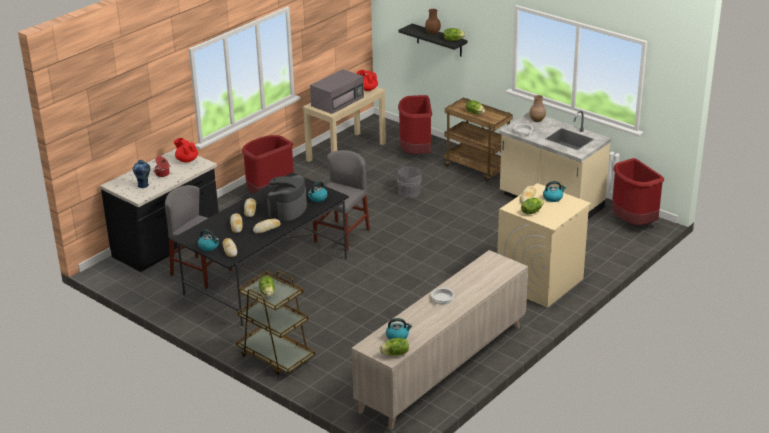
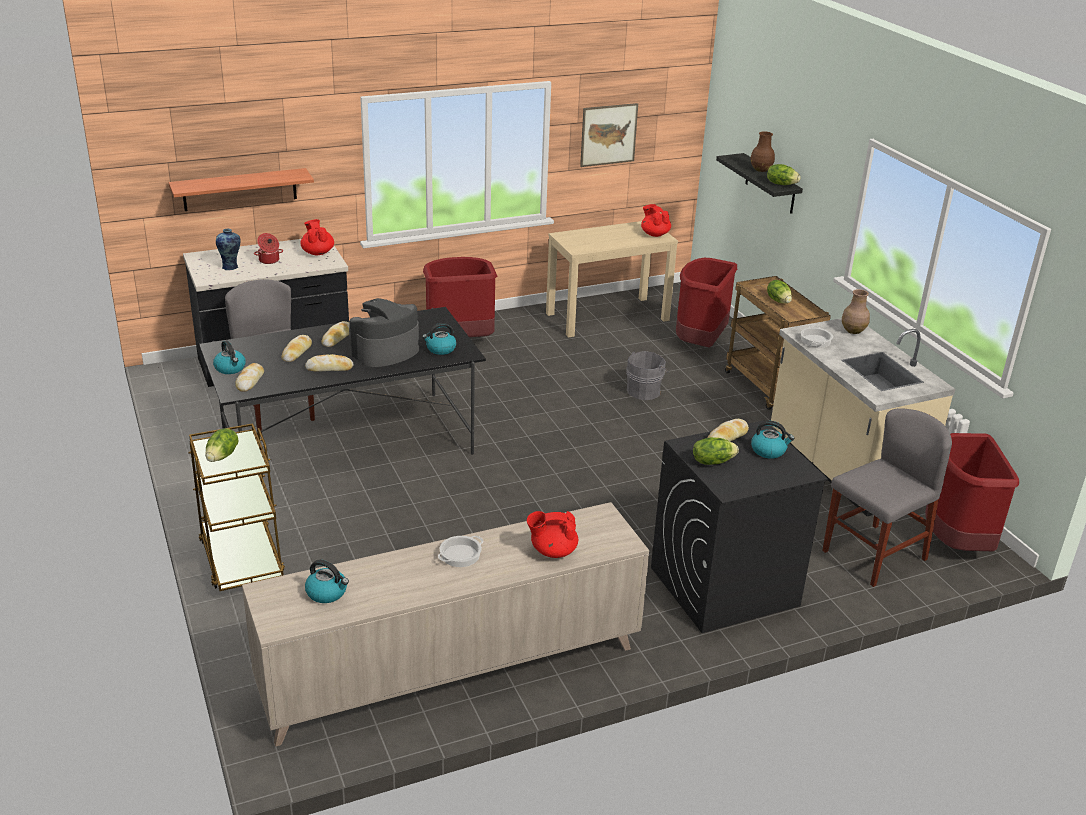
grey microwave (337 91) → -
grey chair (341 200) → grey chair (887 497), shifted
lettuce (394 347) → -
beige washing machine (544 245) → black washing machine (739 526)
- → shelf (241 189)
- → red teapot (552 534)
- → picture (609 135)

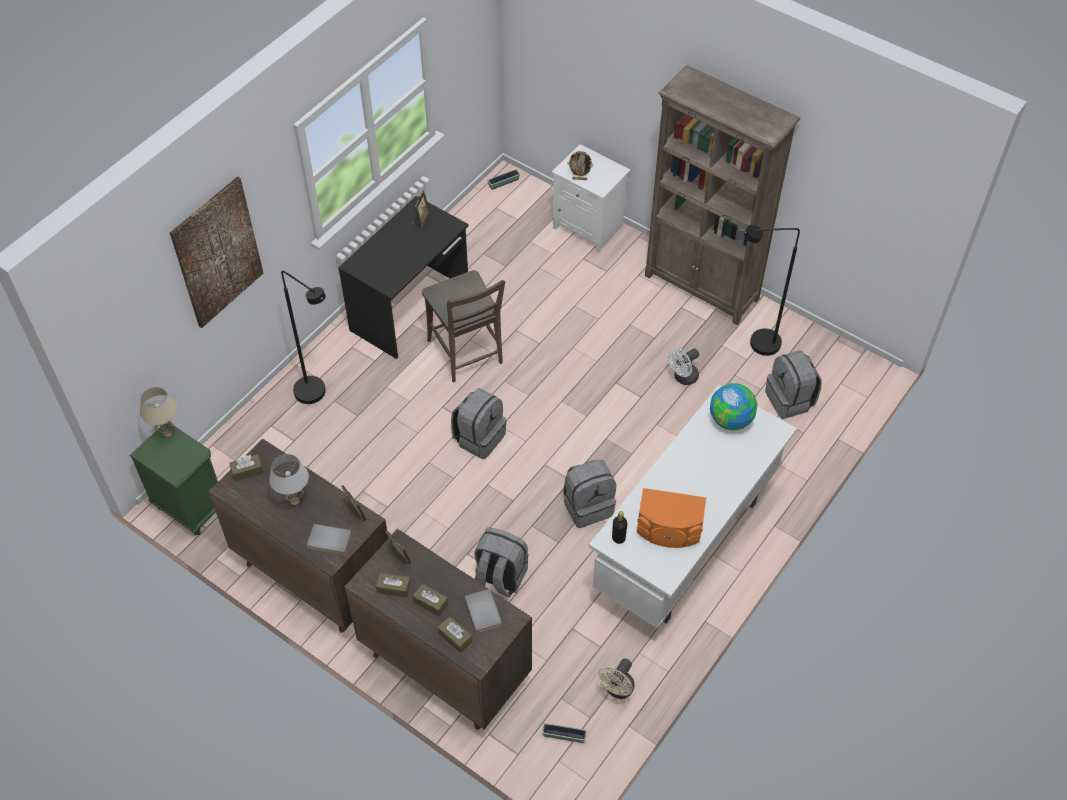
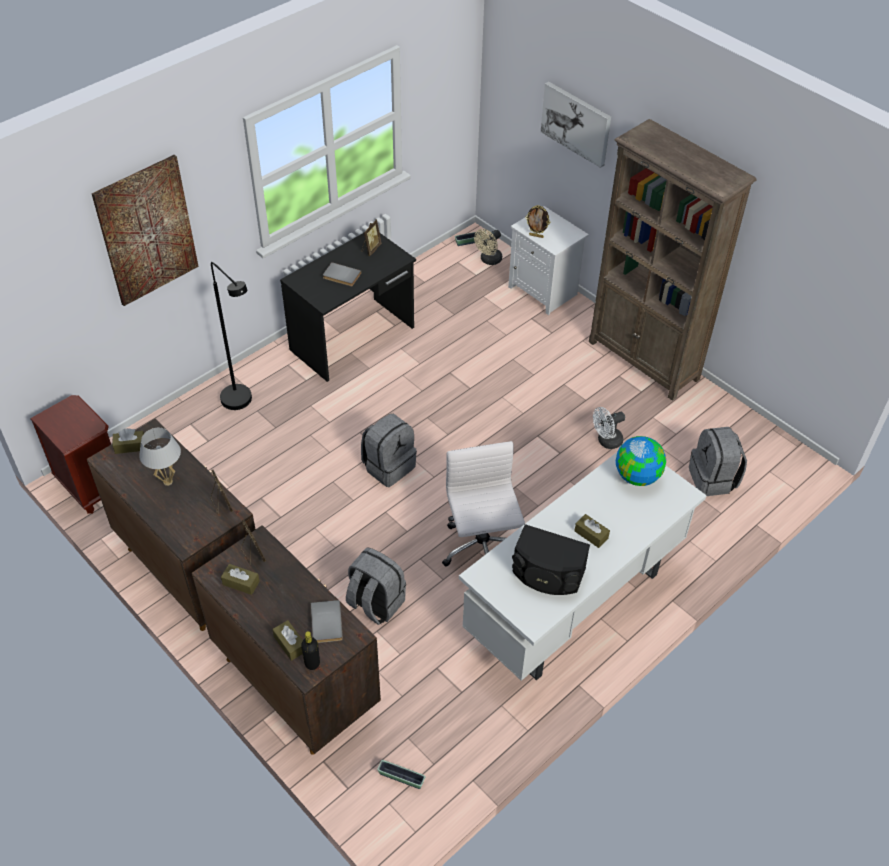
green nightstand (173 479) → brown nightstand (70 454)
beige table lamp (158 412) → -
grey book (329 539) → grey book (342 274), shifted
brown tissue box (430 600) → brown tissue box (592 531), shifted
brown chair (463 326) → -
grey backpack (589 494) → white office chair (483 504)
beige fan (616 679) → beige fan (488 247), shifted
black bottle (619 527) → black bottle (310 650), shifted
orange speaker (671 518) → black speaker (551 559)
black floor lamp (772 290) → -
- → picture (576 125)

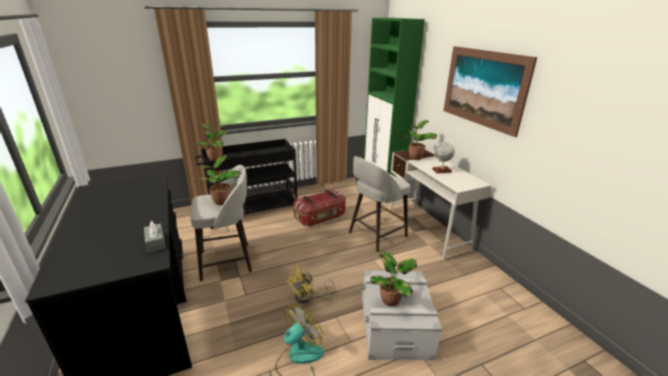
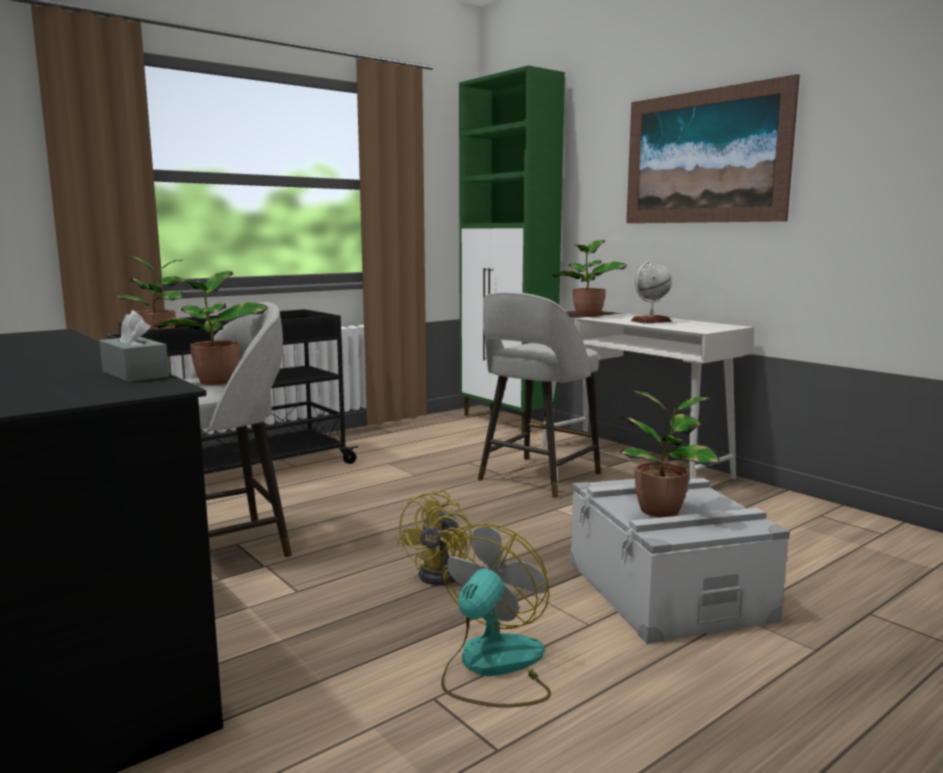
storage box (319 208) → -

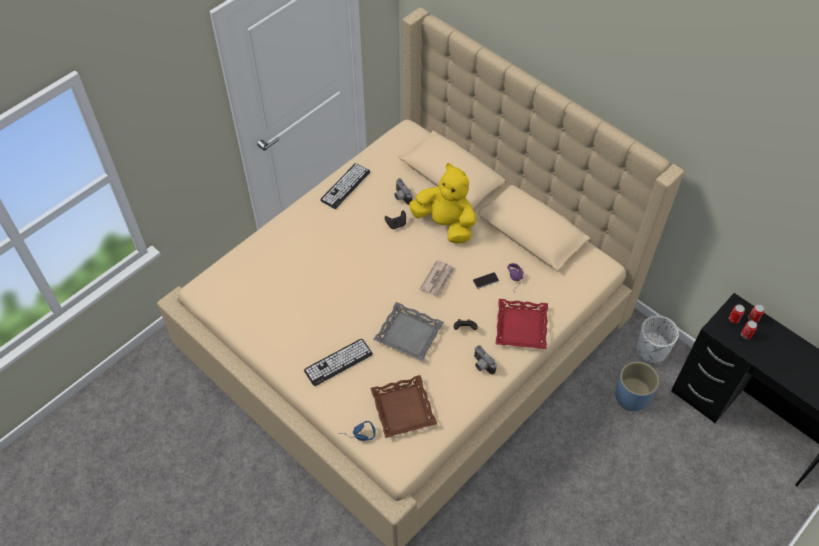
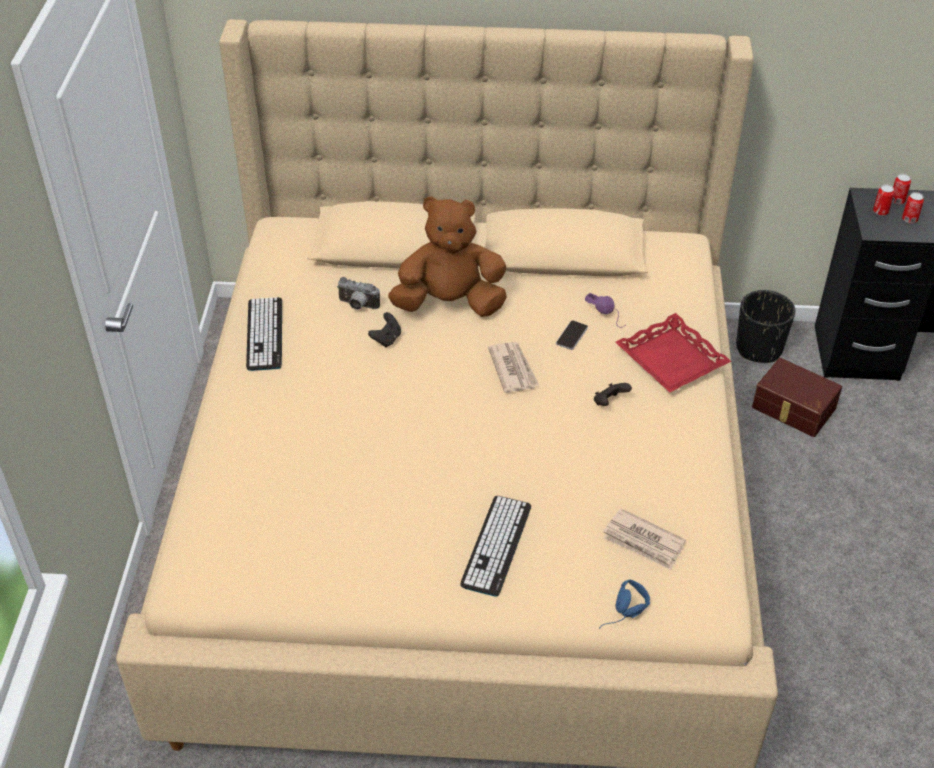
brown tray (403 406) → newspaper (644 539)
grey tray (408 331) → -
yellow plush toy (442 203) → brown plush toy (447 256)
photo camera (485 360) → -
blue planter (637 386) → brown storage box (797 397)
white planter (657 339) → black planter (765 326)

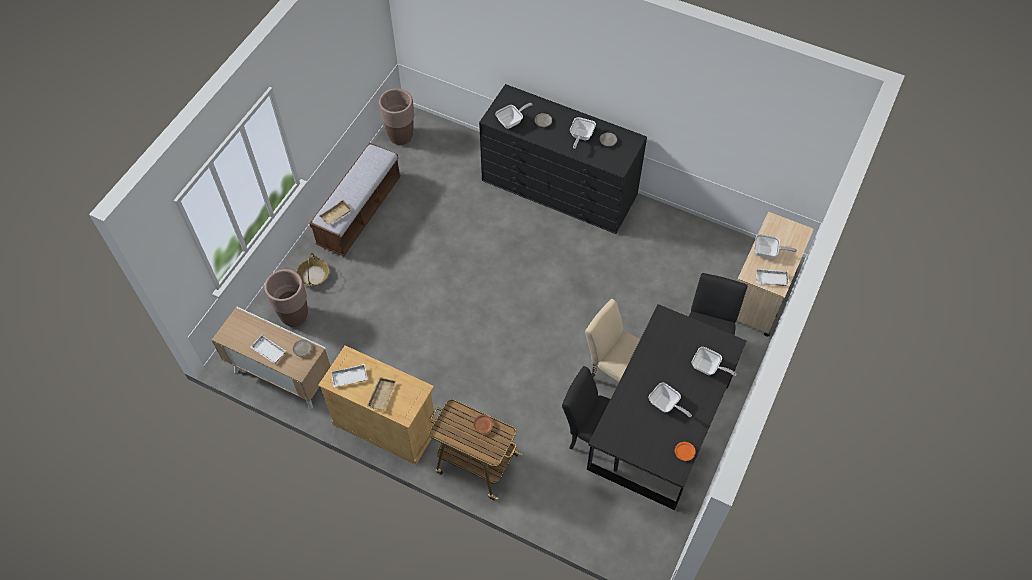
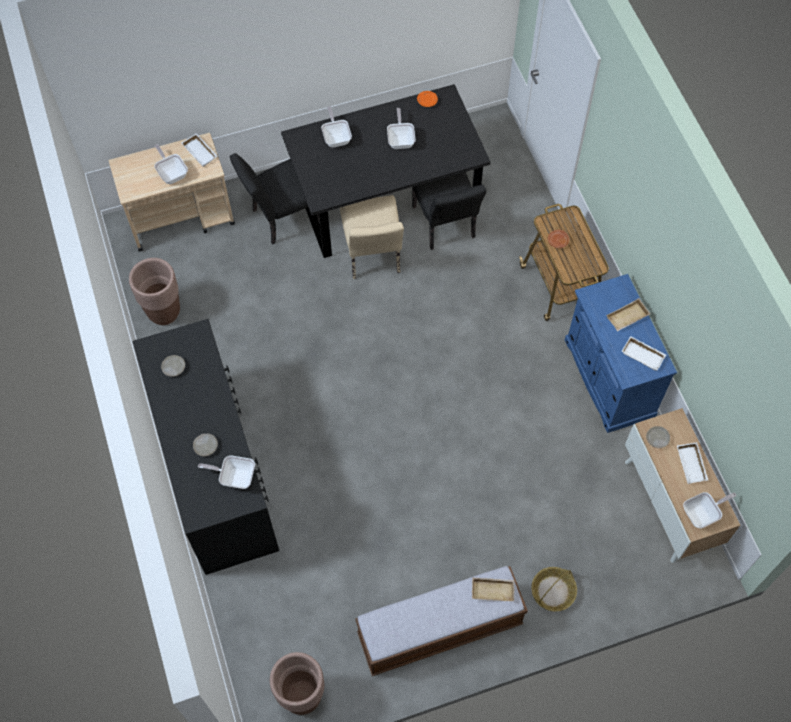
brown planter (286 298) → brown planter (154 291), shifted
beige cabinet (378 405) → blue cabinet (621 353)
frying pan (583 133) → frying pan (710 510), shifted

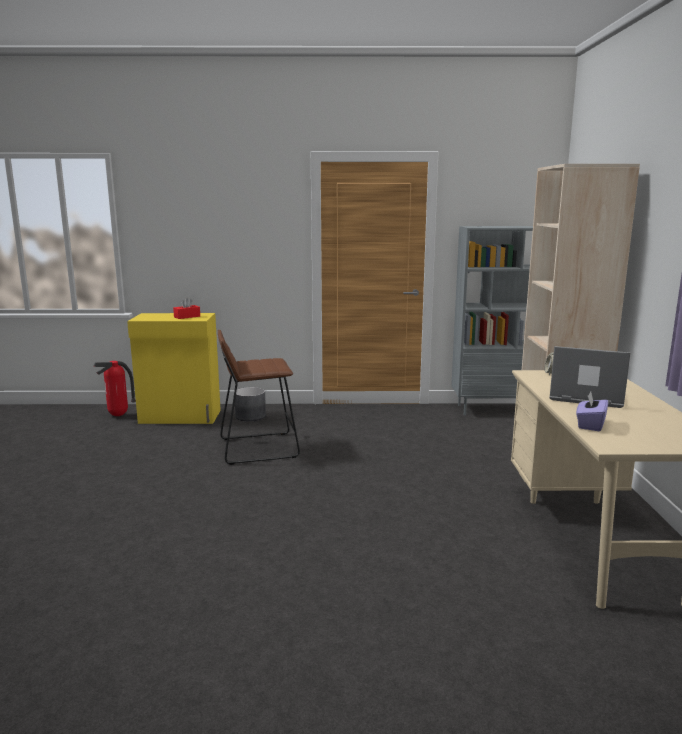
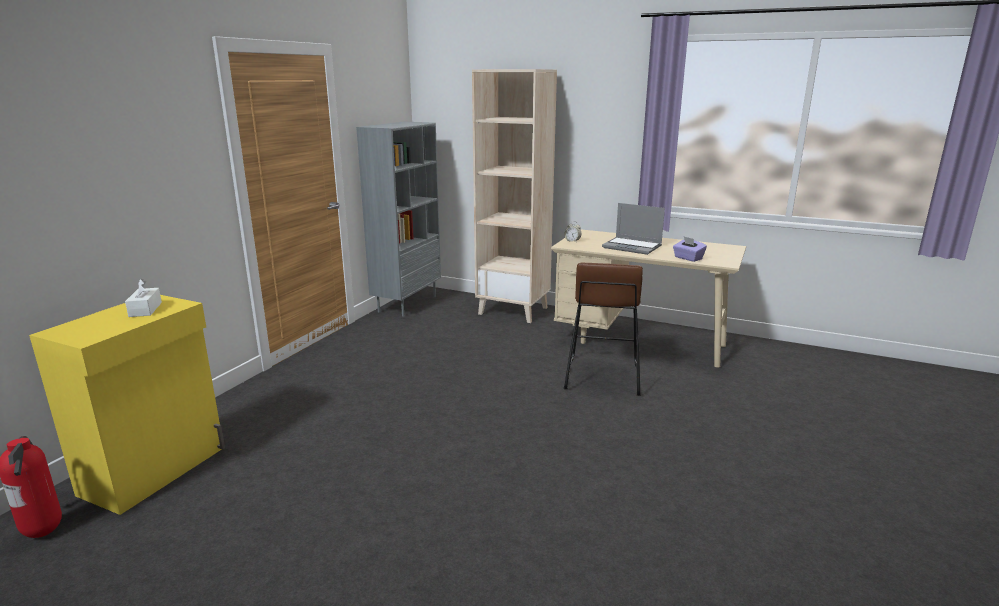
red tissue box (186 308) → white tissue box (143 298)
brown stool (259 397) → brown stool (603 329), shifted
grey planter (250 404) → -
laptop (590 377) → laptop (633 229), 105 degrees counterclockwise

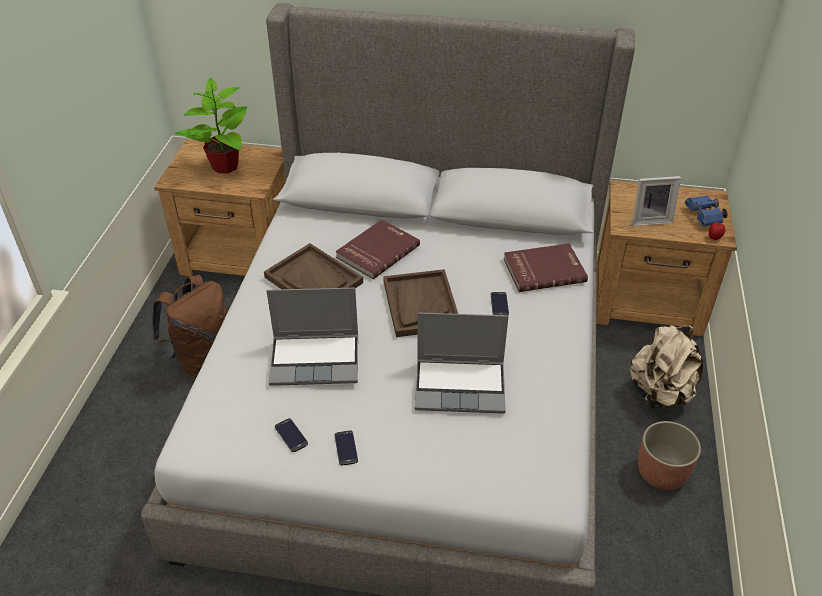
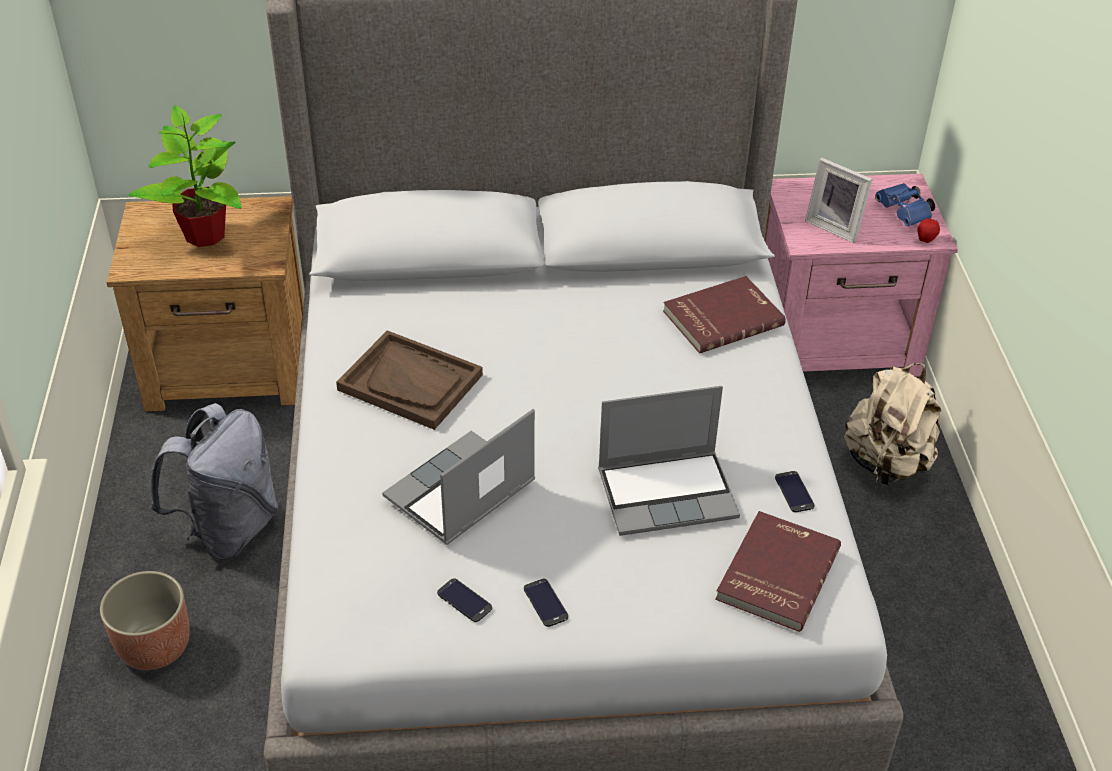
brown backpack (190 326) → grey backpack (214 481)
laptop (312 337) → laptop (458 477), 150 degrees clockwise
red book (377 249) → red book (778 571), shifted
brown tray (420 303) → -
phone (500 304) → phone (794 491), shifted
brown nightstand (666 258) → pink nightstand (861 275)
picture frame (656 201) → picture frame (838 200), 60 degrees clockwise
planter (669 455) → planter (145 620), shifted

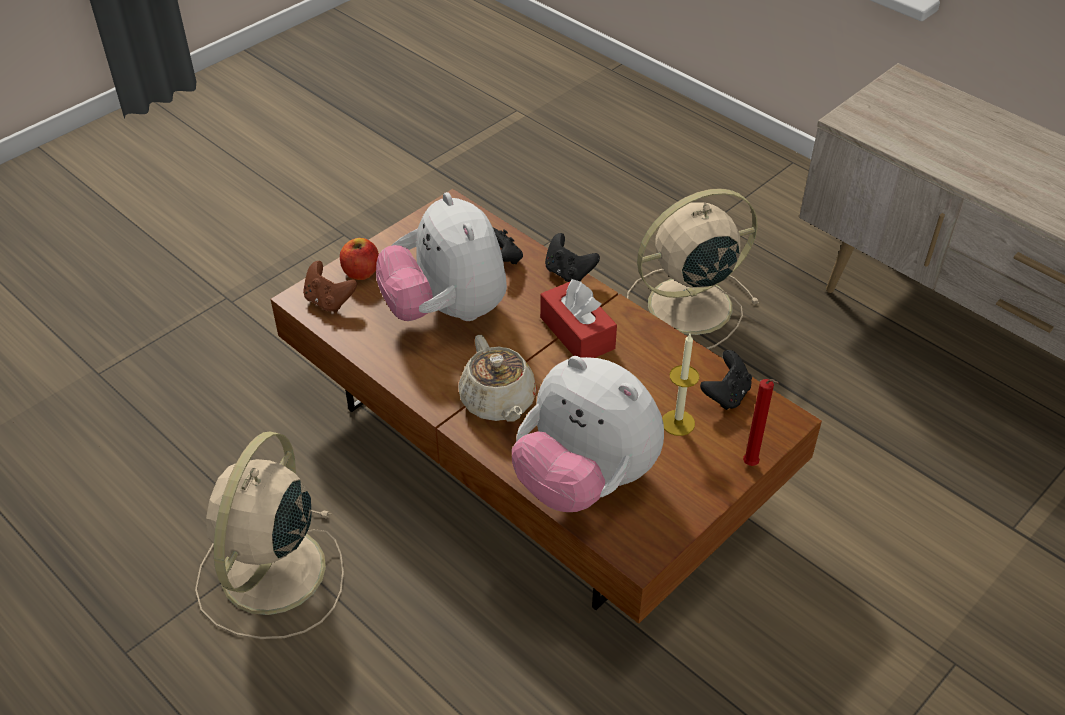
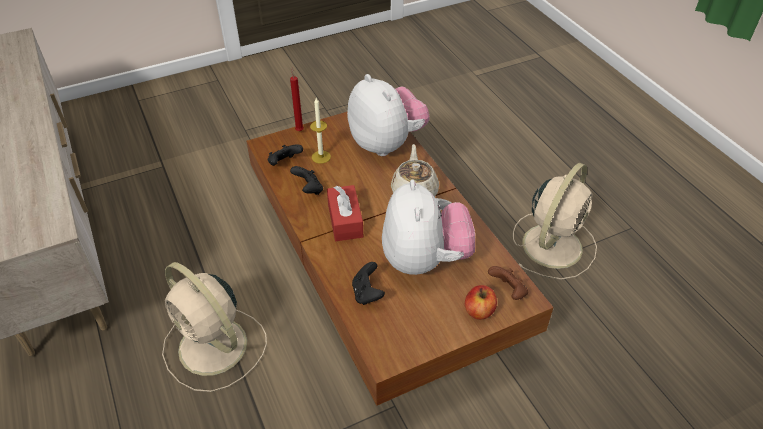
black game controller (572 257) → black game controller (306 180), shifted
beige fan (693 268) → beige fan (214 327), 45 degrees clockwise

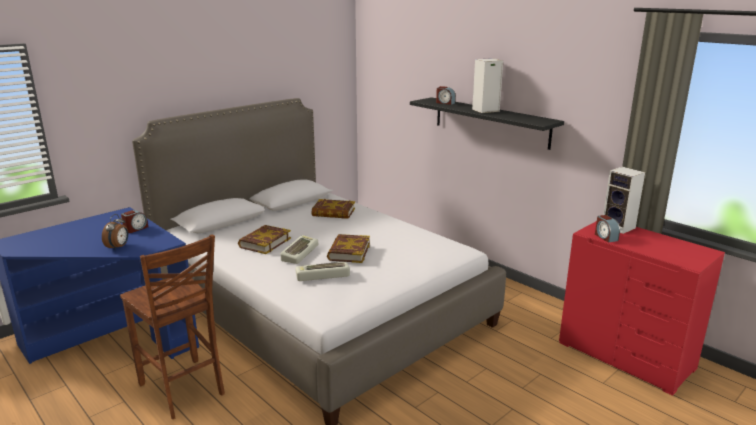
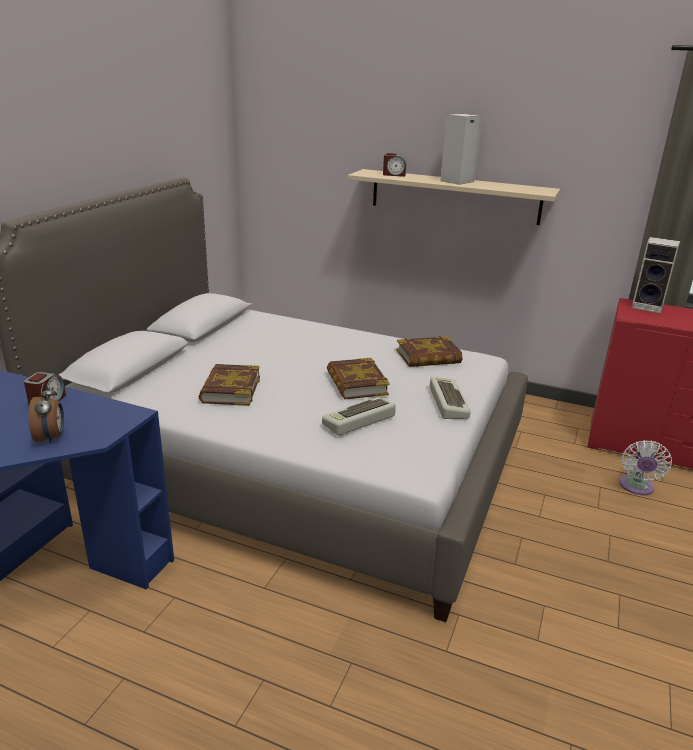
brown chair (172 326) → -
keyboard (299 249) → keyboard (450 398), shifted
book (333 209) → book (429 351), shifted
black shelf (487 123) → beige shelf (454 197)
alarm clock (607 229) → -
- → white fan (645 467)

